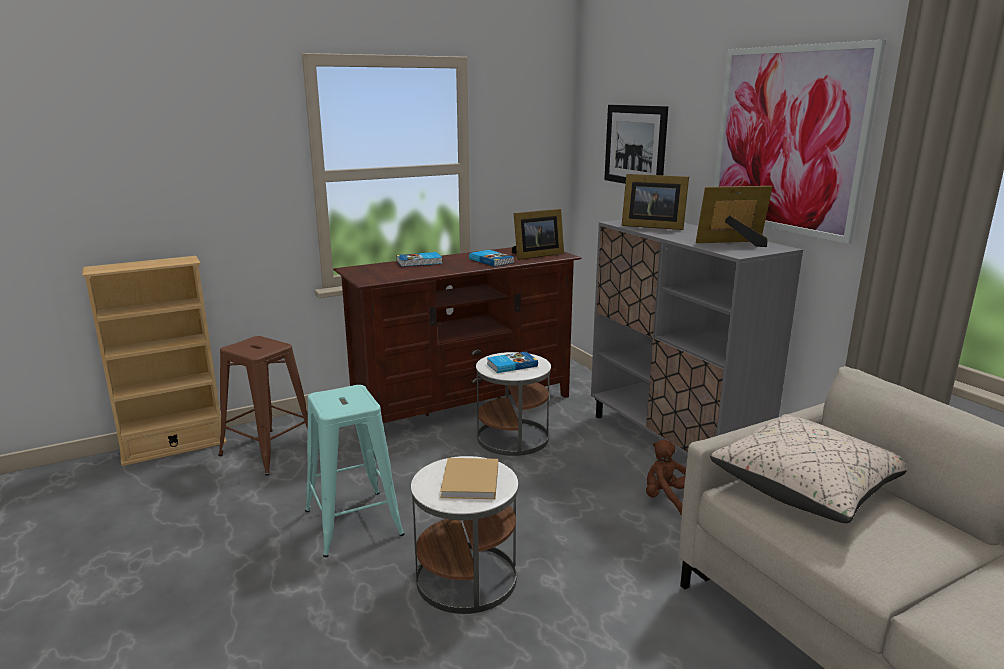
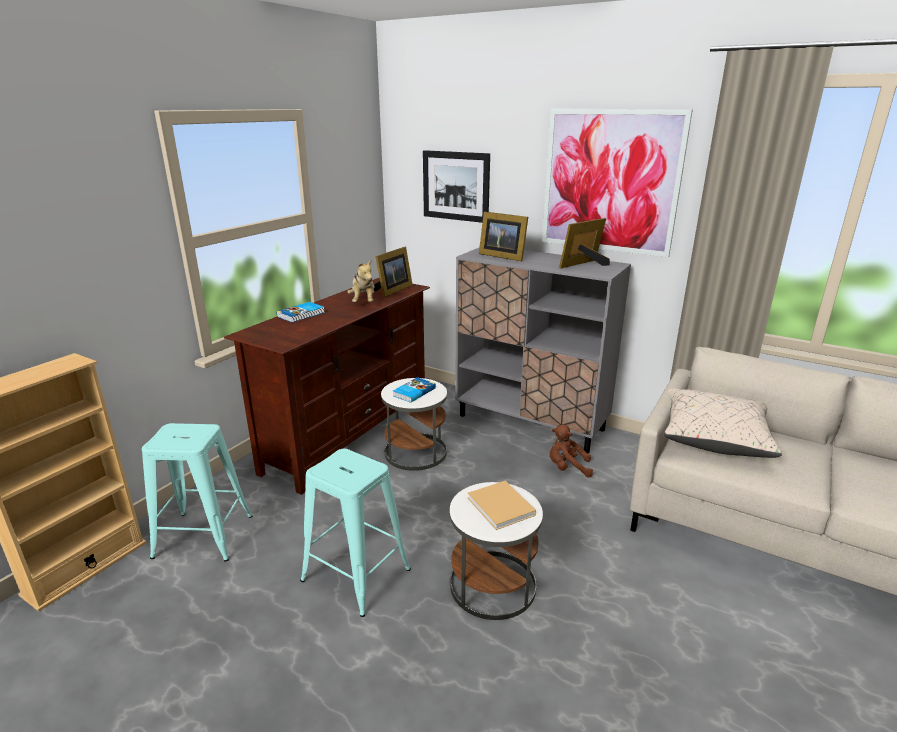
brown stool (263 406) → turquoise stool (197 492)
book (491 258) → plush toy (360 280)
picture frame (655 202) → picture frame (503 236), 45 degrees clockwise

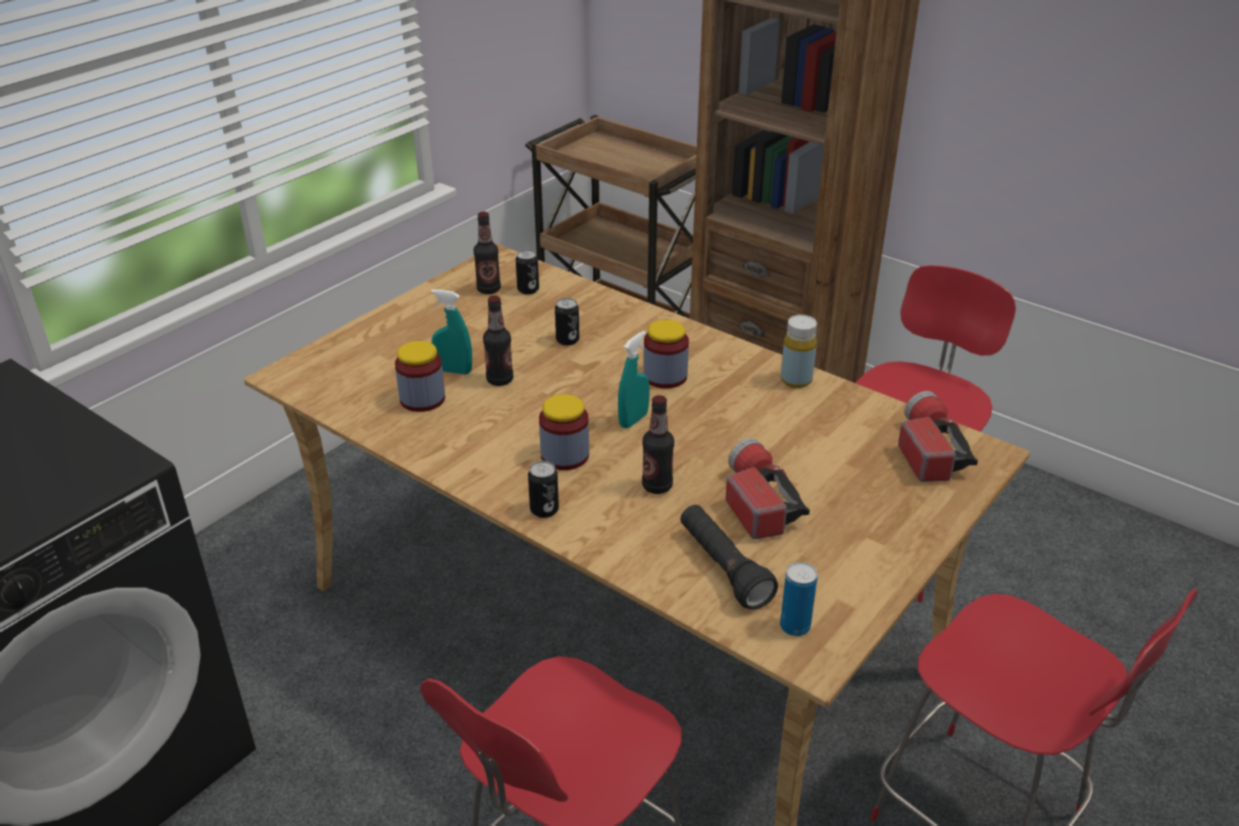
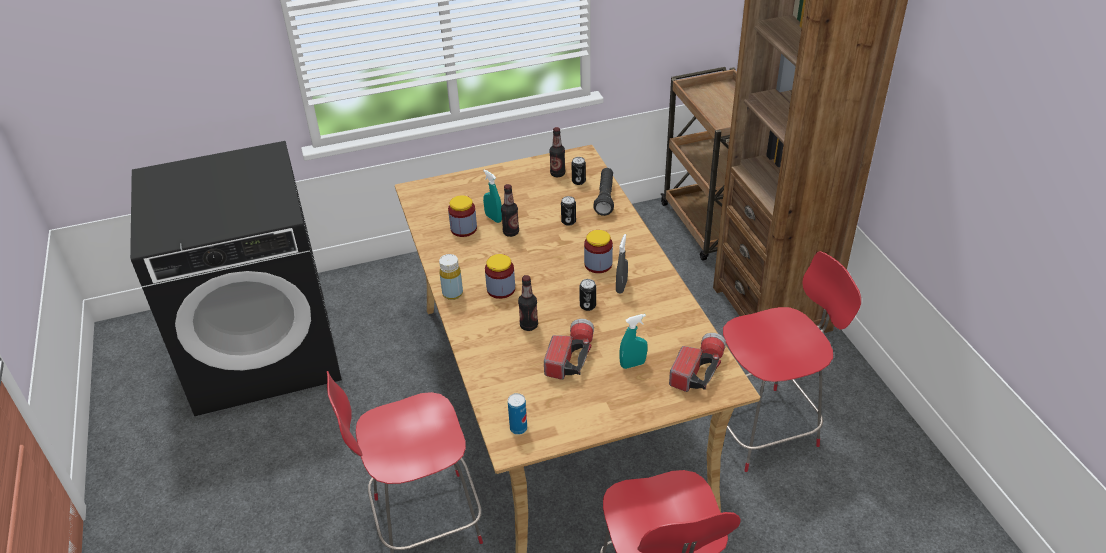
can (543 489) → can (587 295), shifted
turquoise spray bottle (634 379) → turquoise spray bottle (633 341), shifted
black flashlight (729 557) → black flashlight (603 192), shifted
yellow bottle (799 351) → yellow bottle (451 277), shifted
- → grey spray bottle (622 264)

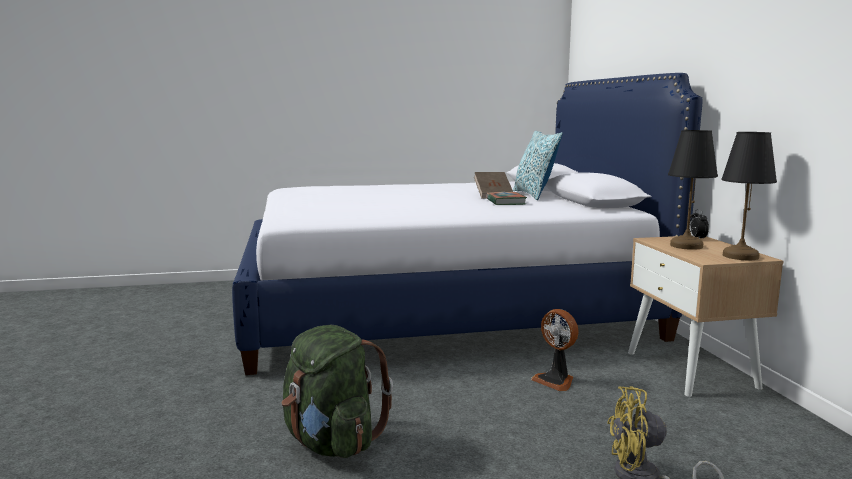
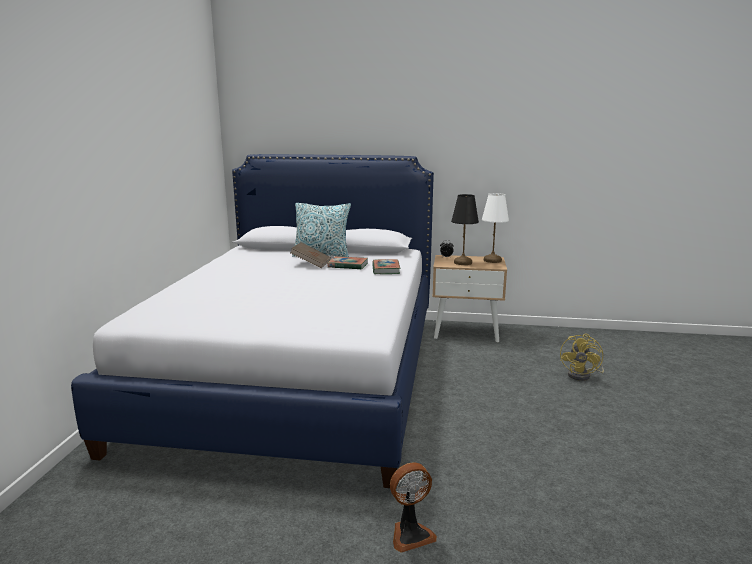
green backpack (337 391) → -
fan (555 350) → fan (413 508), shifted
black table lamp (749 196) → white table lamp (495 228)
- → book (386 266)

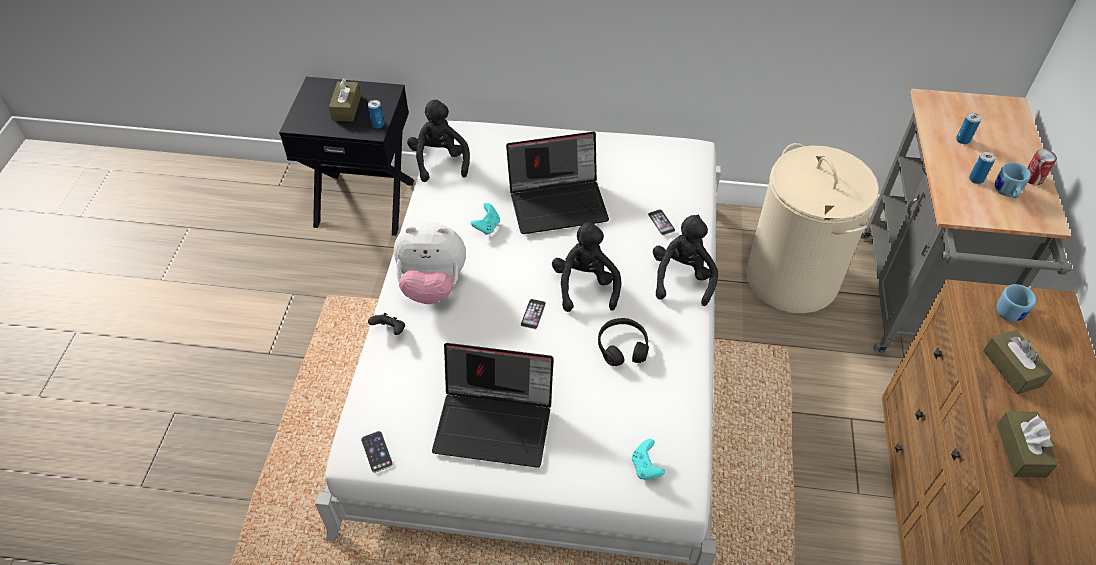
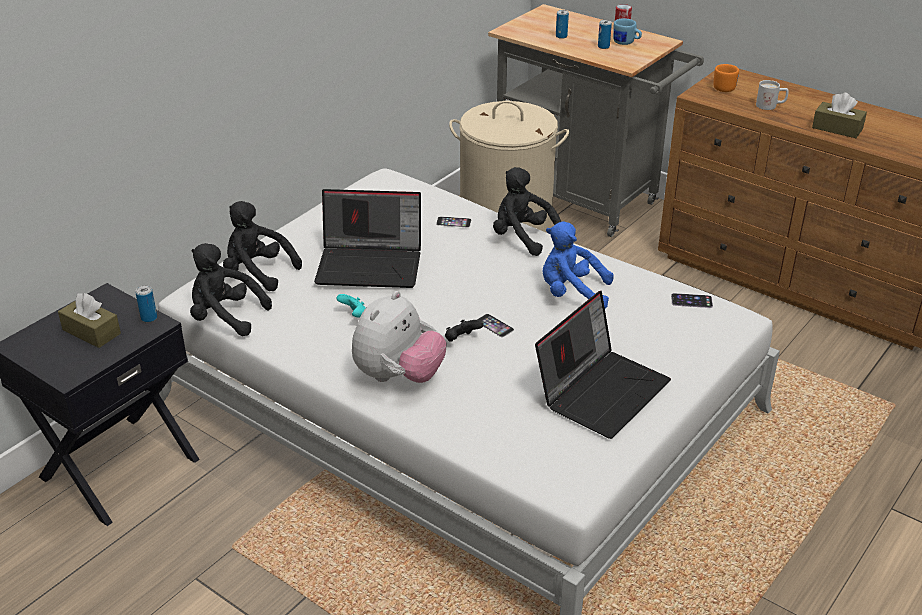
phone (377 452) → phone (692 300), shifted
black game controller (386 324) → black game controller (464 331), shifted
laptop (557 183) → laptop (367 238), 75 degrees clockwise
black plush toy (586 266) → black plush toy (262 246), shifted
black headphones (623 342) → blue plush toy (578 265)
turquoise game controller (648 459) → -
brown tissue box (1018 362) → white mug (772 95)
blue mug (1016 303) → orange mug (726 78)

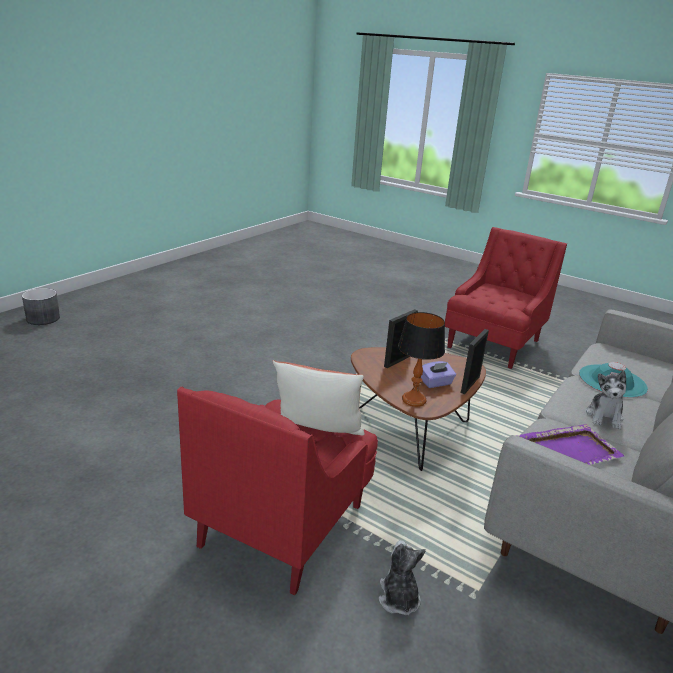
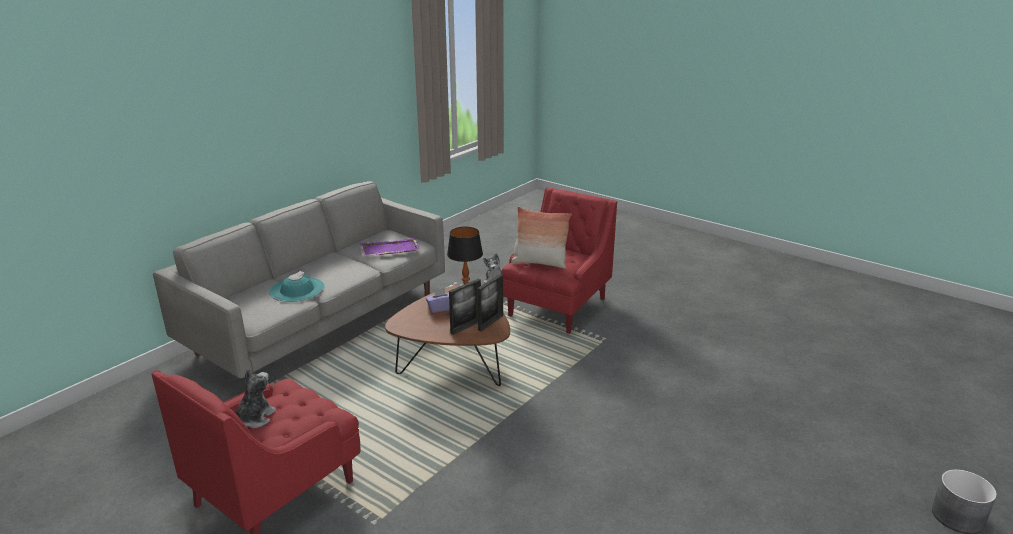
picture frame (475 361) → picture frame (490 302), shifted
plush toy (606 400) → plush toy (256 398), shifted

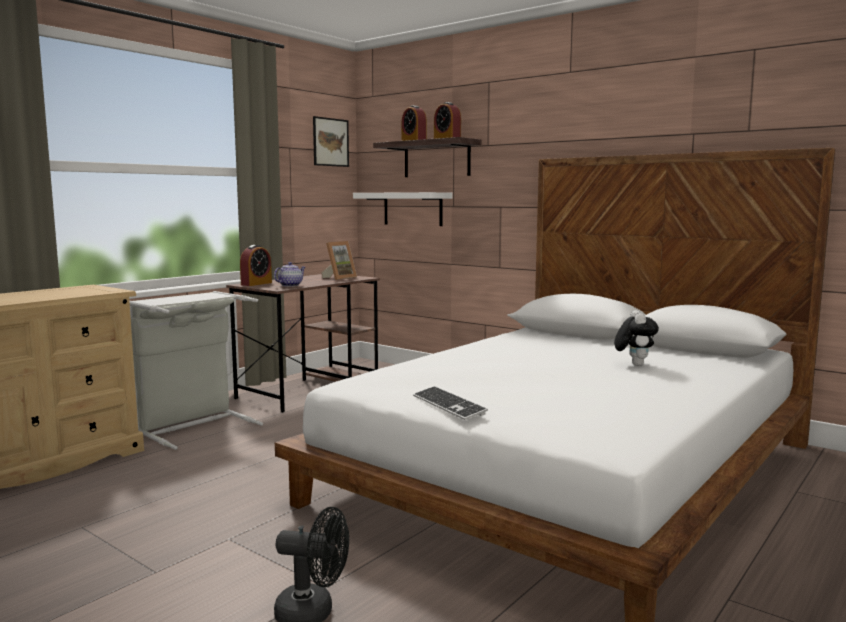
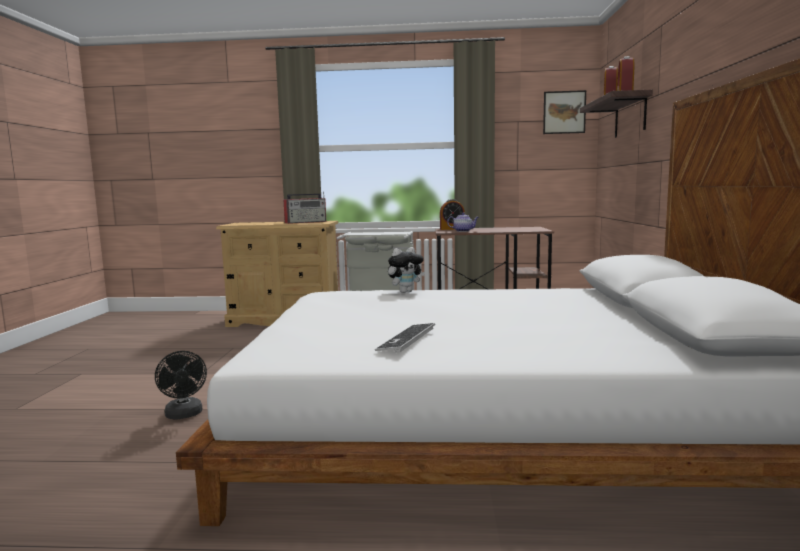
picture frame (339 260) → -
white shelf (403 209) → -
keyboard (450 403) → keyboard (405 338), shifted
plush toy (636 338) → plush toy (406 270), shifted
- → radio (304 208)

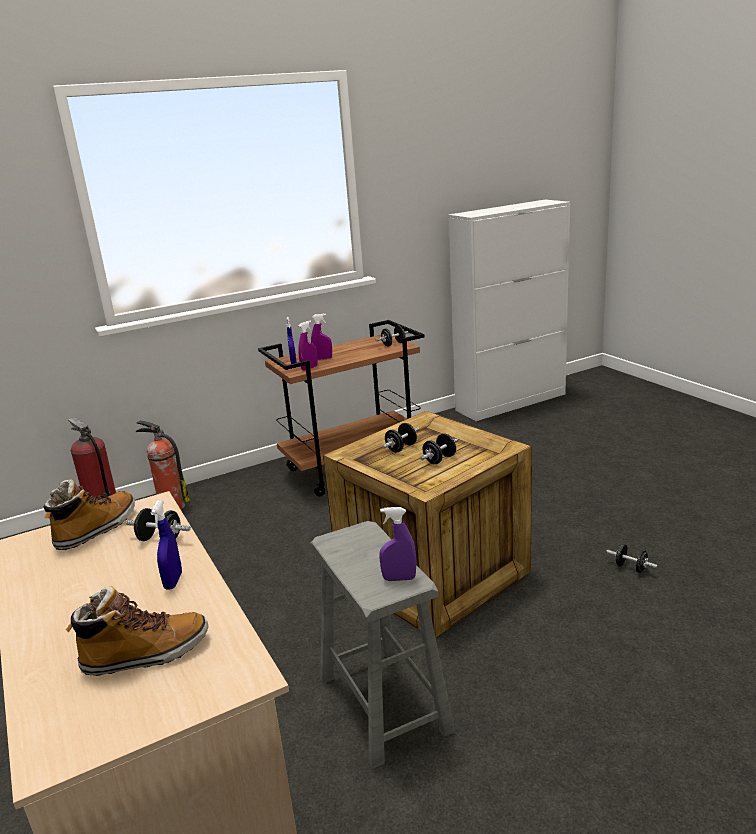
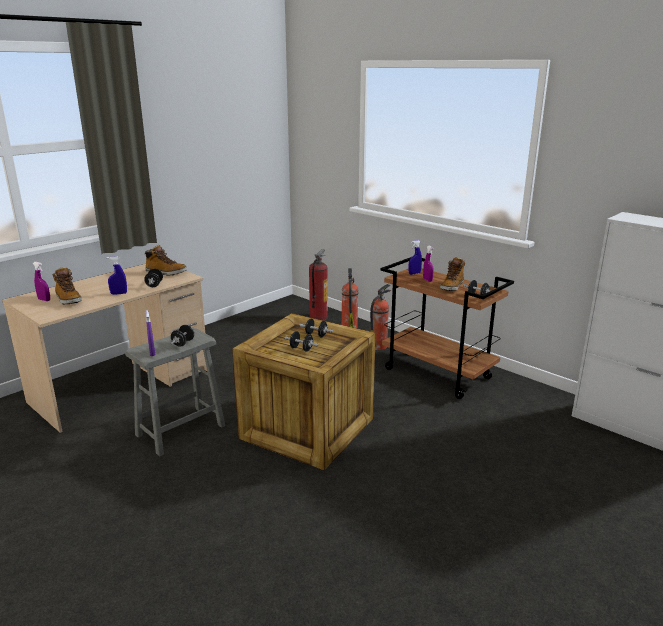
purple spray bottle (308 346) → purple spray bottle (41 281), shifted
black dumbbell (632 558) → black dumbbell (182 336), shifted
- → fire extinguisher (380 317)
- → boot (452 274)

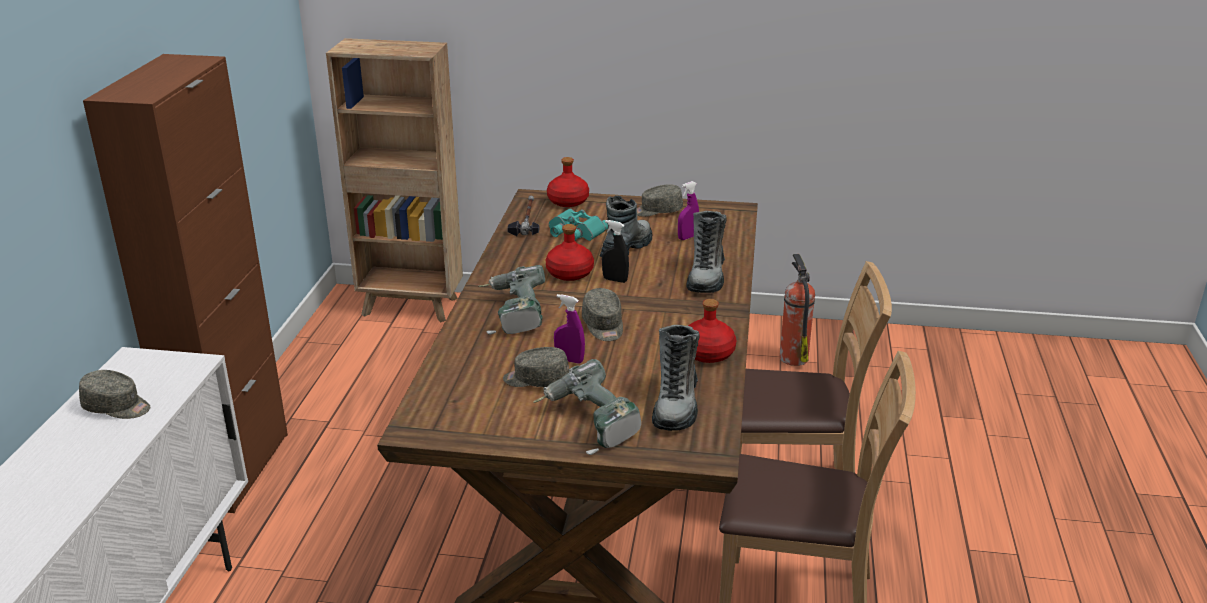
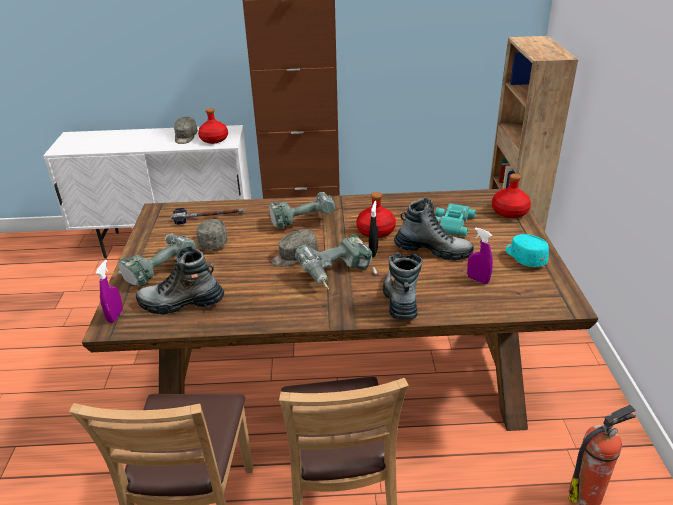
hammer (523 216) → hammer (207 216), shifted
purple spray bottle (569 328) → purple spray bottle (109 291), shifted
grey cap (660 200) → turquoise cap (527 250)
boot (706 252) → boot (403 285), 90 degrees clockwise
red bottle (712 331) → red bottle (213 126), shifted
- → power drill (336 262)

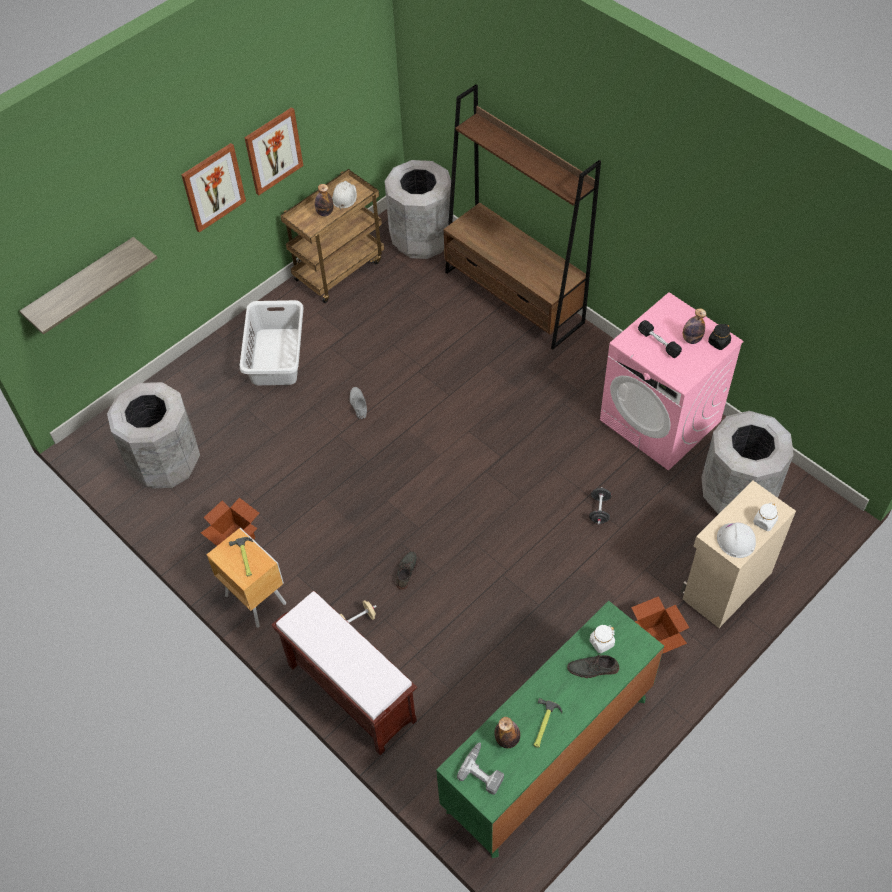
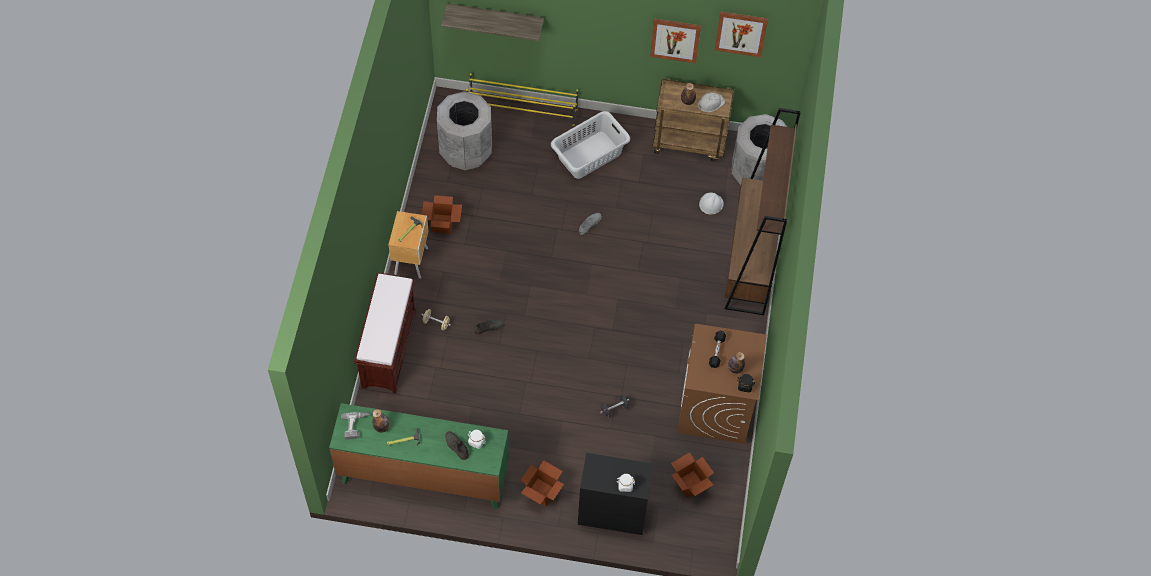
picture (213 187) → picture (741 34), shifted
pink washing machine (672 381) → brown washing machine (722 384)
beige cabinet (738 554) → black cabinet (615 494)
grey trash can (747 462) → cardboard box (692 475)
white hard hat (736 540) → white hard hat (711 203), shifted
- → yellow shoe rack (522 99)

